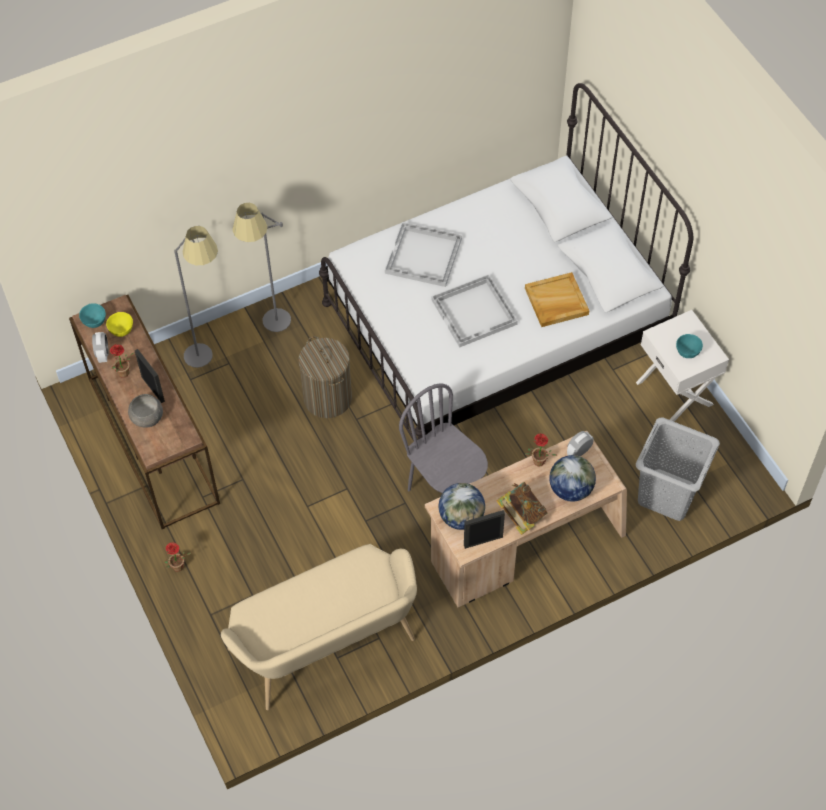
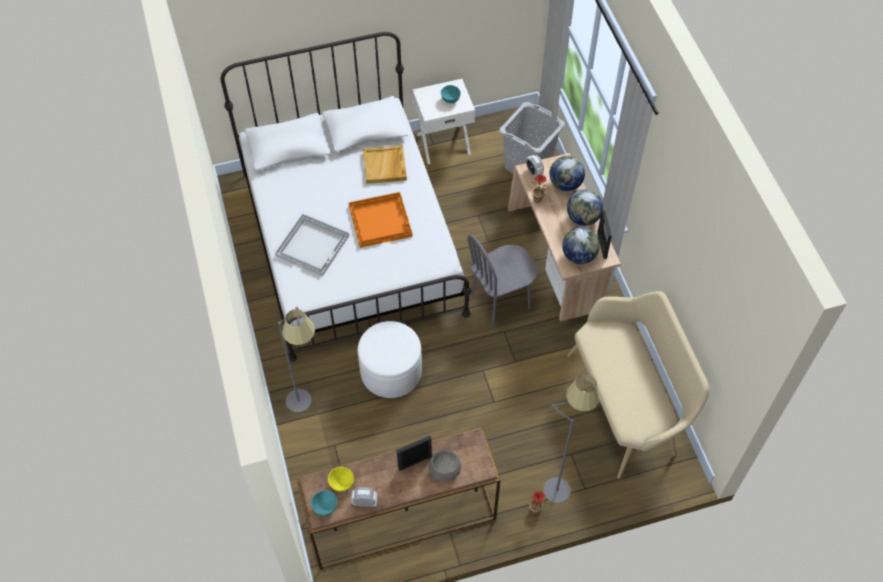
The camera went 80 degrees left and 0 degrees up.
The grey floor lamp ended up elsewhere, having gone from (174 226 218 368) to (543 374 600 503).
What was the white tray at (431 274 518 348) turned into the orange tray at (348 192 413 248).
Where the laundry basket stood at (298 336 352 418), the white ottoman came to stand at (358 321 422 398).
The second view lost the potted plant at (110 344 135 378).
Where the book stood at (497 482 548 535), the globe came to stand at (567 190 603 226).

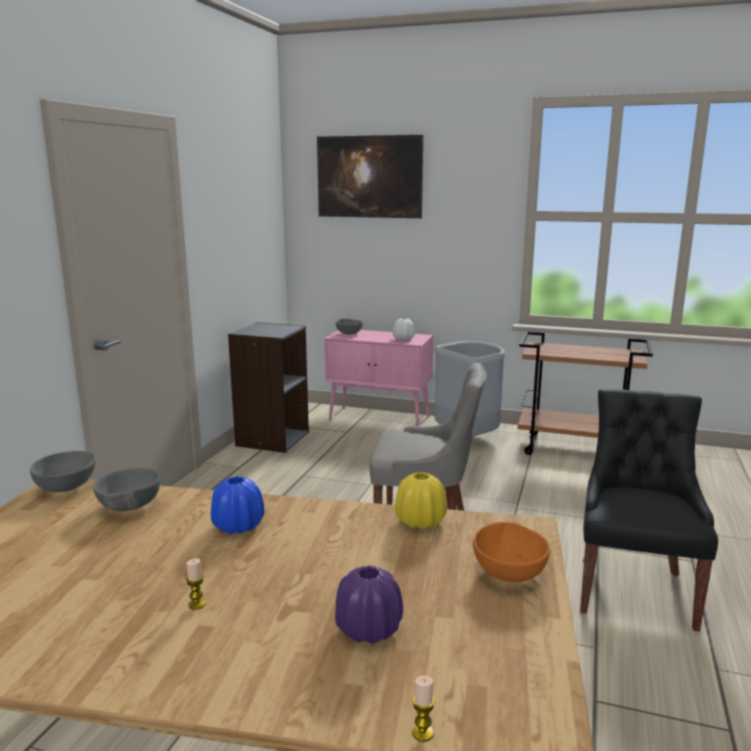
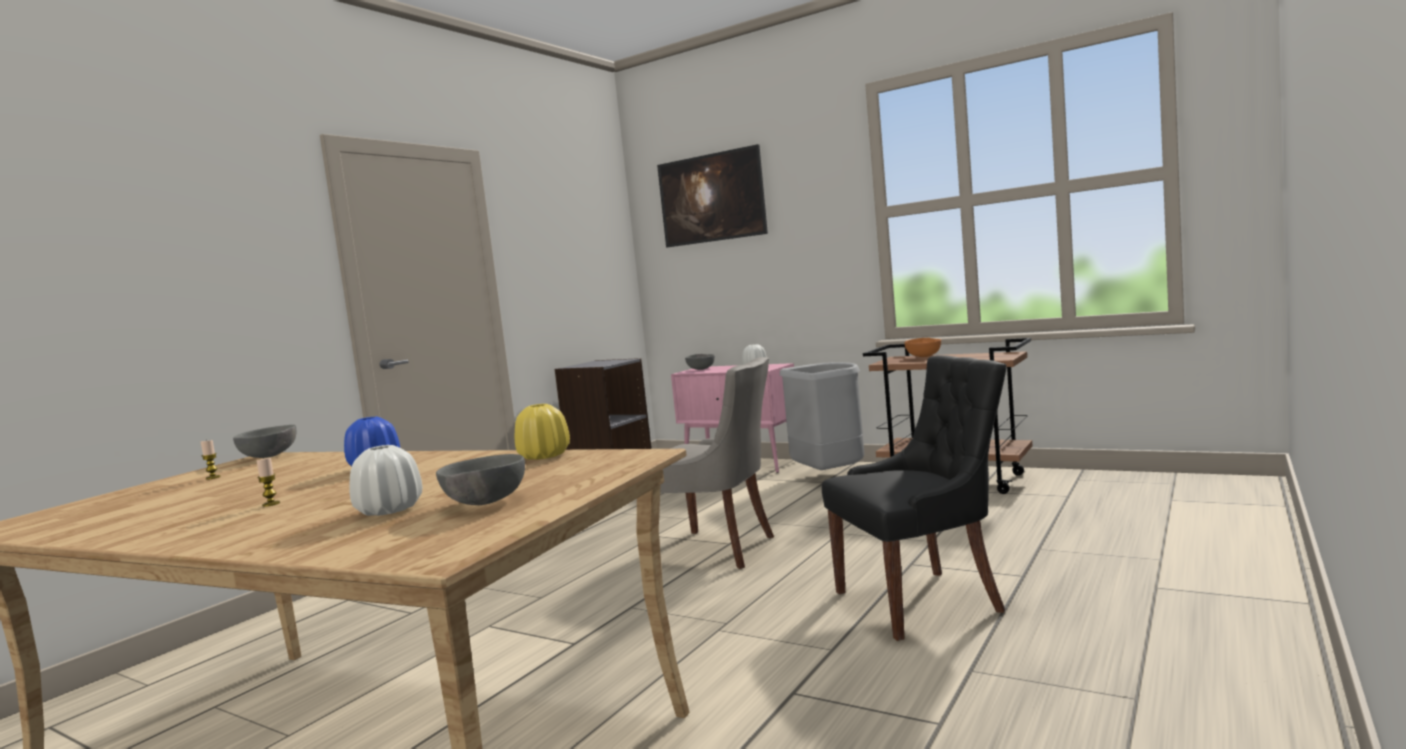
The camera went 15 degrees right and 10 degrees down.
The black chair at (580 389 718 631) ended up facing another way, 45 degrees clockwise from before.
The grey bowl ended up elsewhere, having gone from (93 468 160 511) to (436 454 525 505).
The orange bowl ended up elsewhere, having gone from (473 522 550 582) to (905 338 941 357).
What was the purple vase at (335 566 403 644) turned into the white vase at (349 445 422 516).
The candle ended up elsewhere, having gone from (412 675 435 742) to (201 440 221 480).

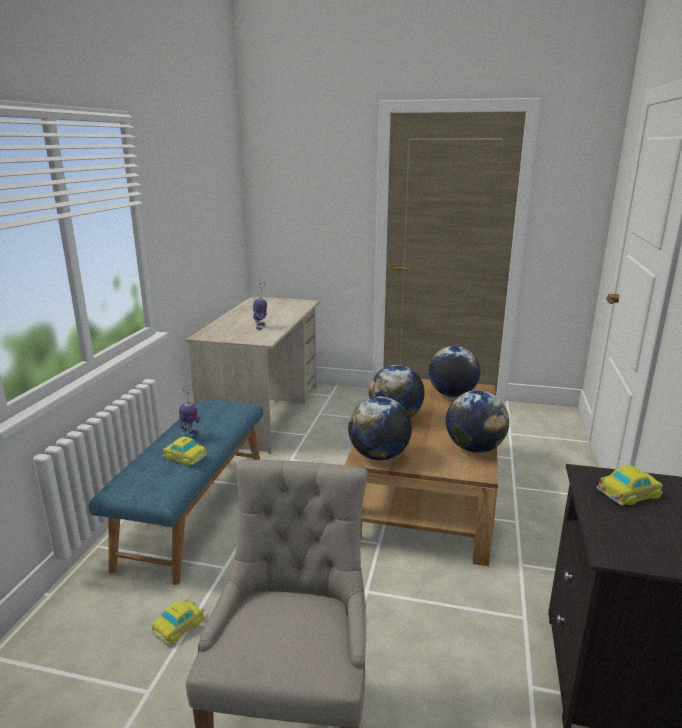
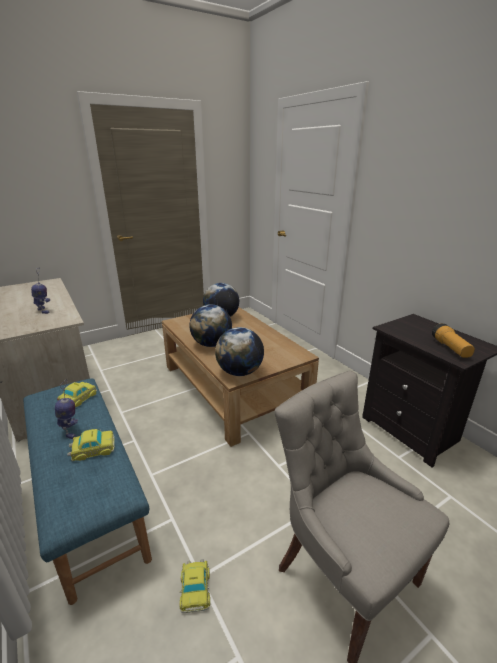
The camera went 45 degrees left and 5 degrees up.
The second view lost the globe at (446 390 509 453).
The toy car ended up elsewhere, having gone from (597 465 663 506) to (57 382 97 407).
The second view gained the flashlight at (432 323 475 358).

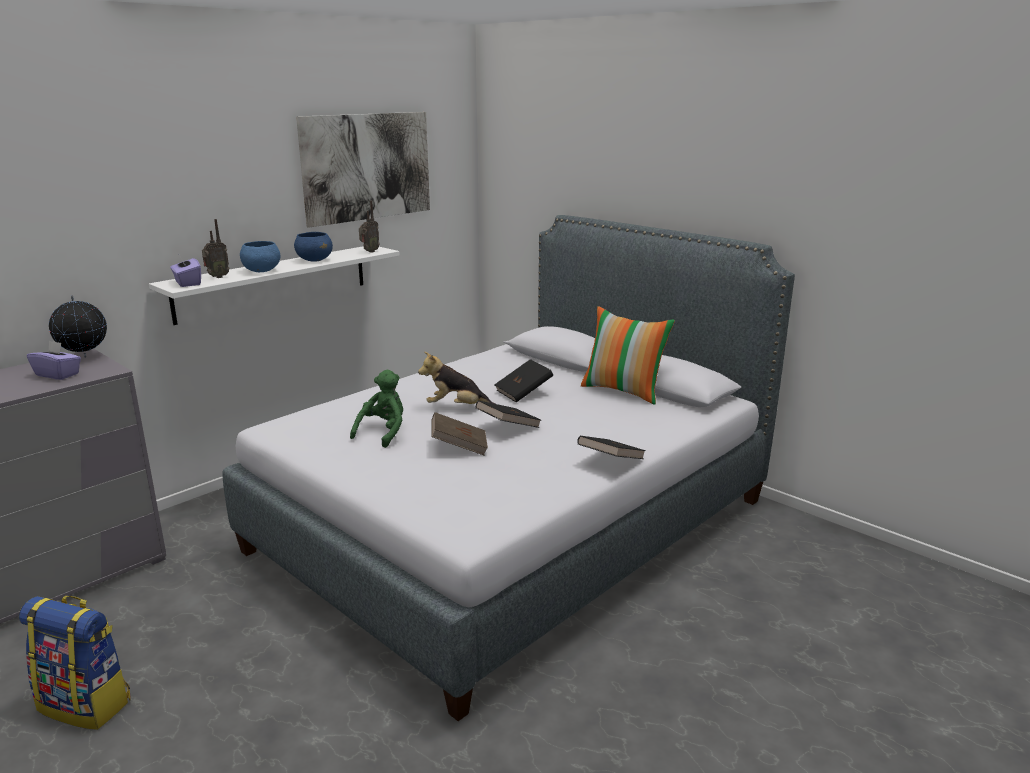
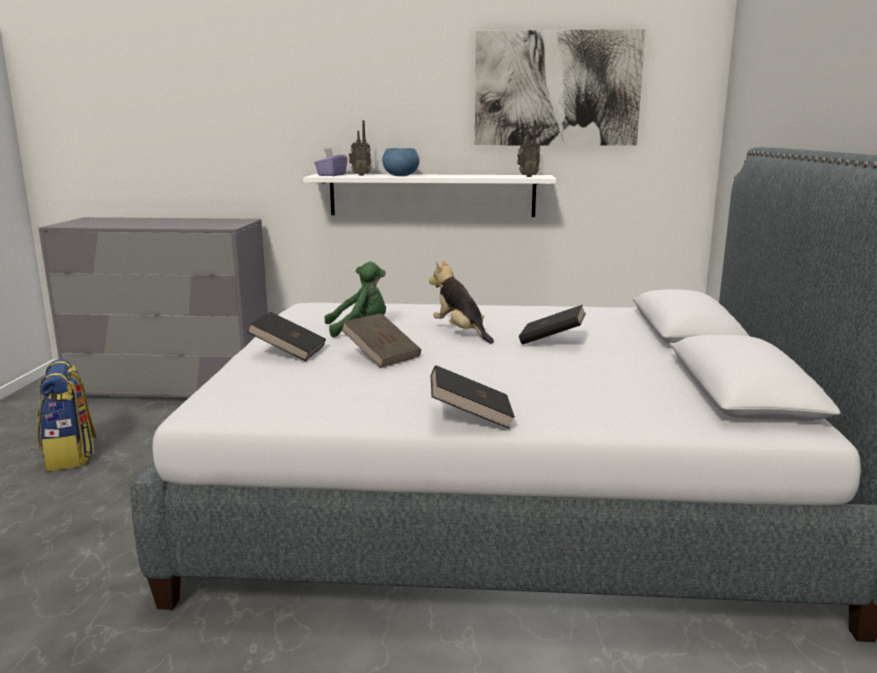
The camera went 50 degrees right and 5 degrees down.
The second view lost the blue bowl at (294 232 333 261).
The second view lost the globe at (49 295 107 357).
The second view lost the pillow at (581 306 675 404).
The second view lost the purple tissue box at (27 340 81 380).
The black book ended up elsewhere, having gone from (476 400 541 428) to (247 312 326 361).

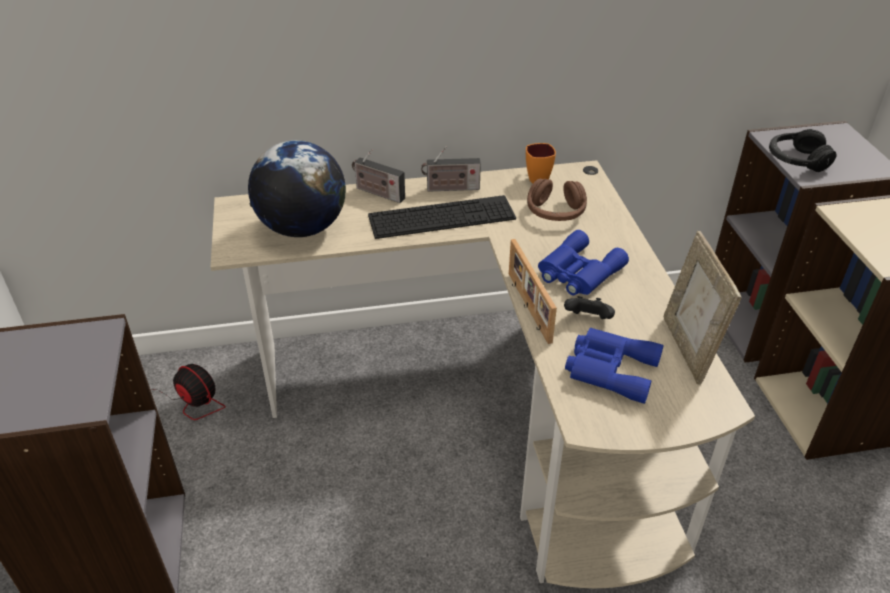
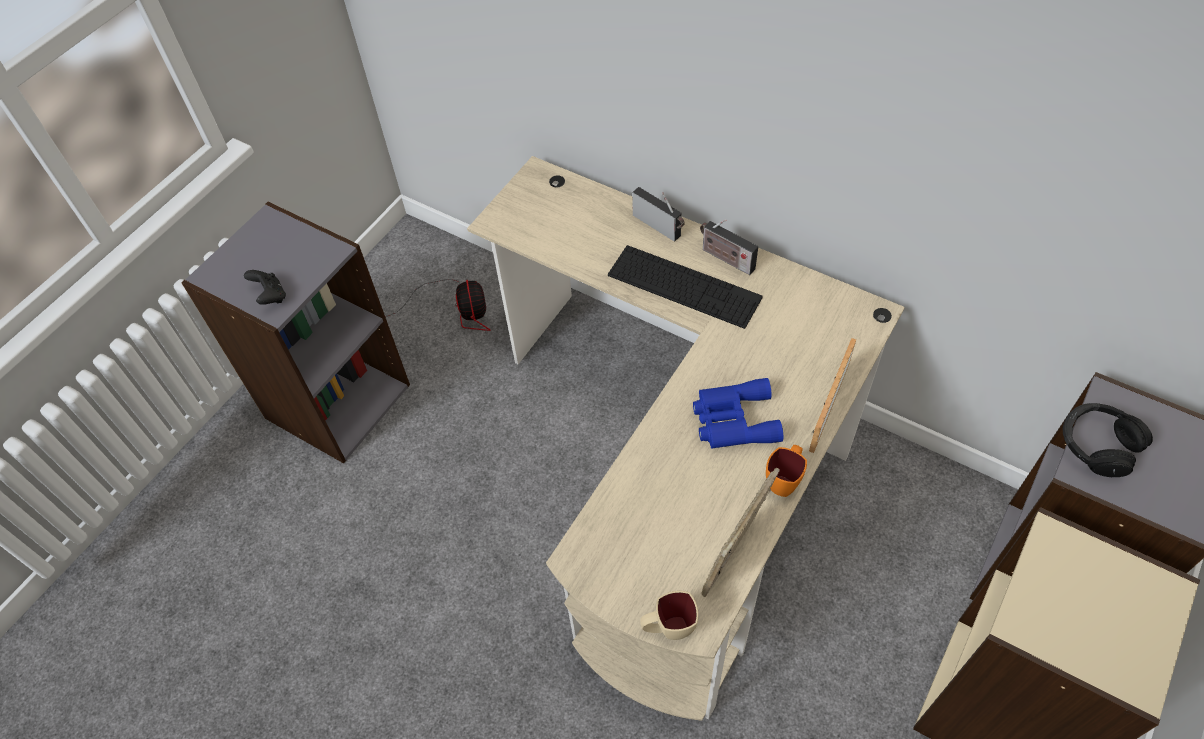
The camera went 45 degrees right and 15 degrees up.
The second view lost the globe at (248 140 346 237).
The orange mug ended up elsewhere, having gone from (526 143 556 184) to (766 445 807 497).
The radio at (352 149 405 203) ended up facing another way, 150 degrees clockwise from before.
The second view lost the brown headphones at (527 179 587 221).
The picture frame ended up elsewhere, having gone from (509 239 557 344) to (809 338 856 453).
The black game controller ended up elsewhere, having gone from (564 296 615 319) to (244 270 286 305).
The second view lost the blue binoculars at (565 328 664 404).
The second view gained the beige mug at (640 591 698 640).

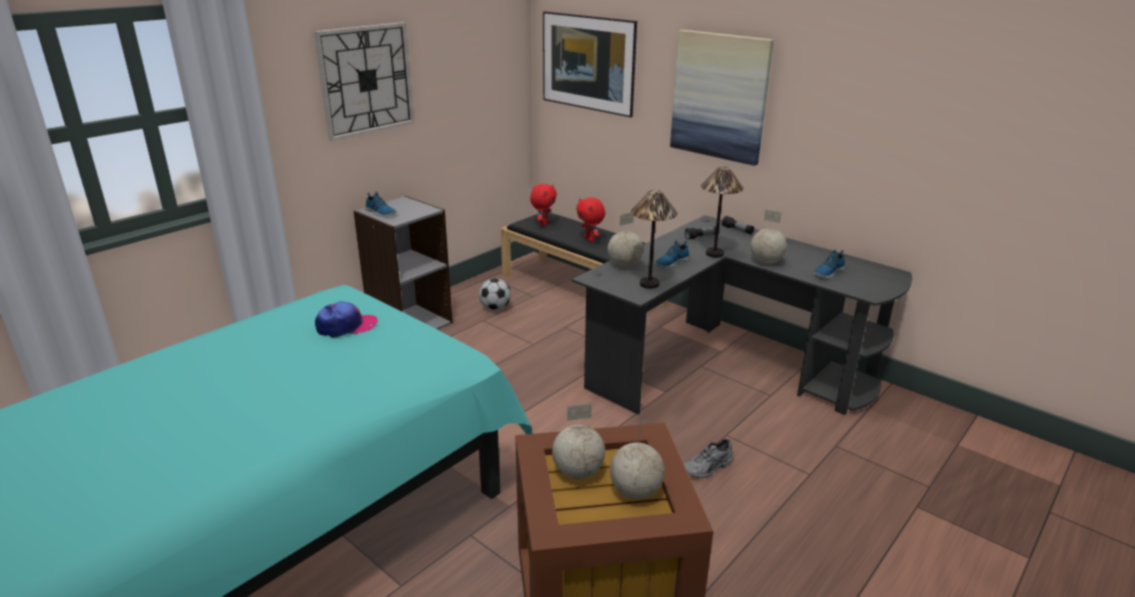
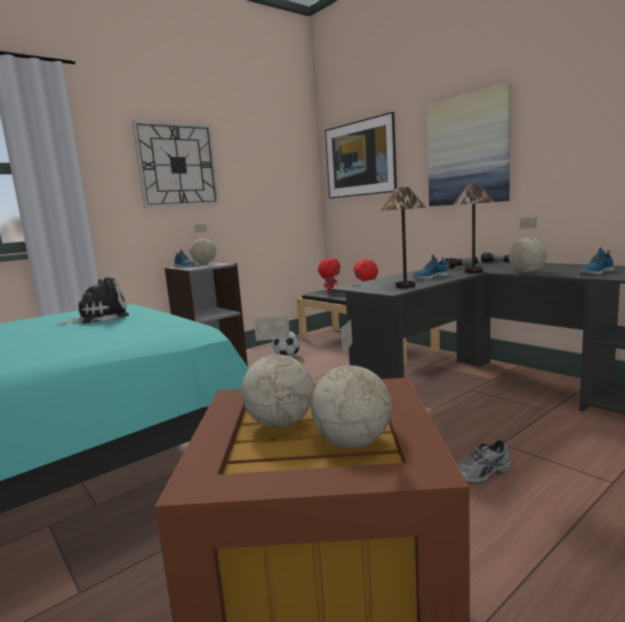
The camera went 10 degrees right and 15 degrees down.
The globe ended up elsewhere, having gone from (608 213 643 267) to (190 224 216 264).
Where the cap stood at (315 301 378 338), the plush toy came to stand at (58 277 129 326).

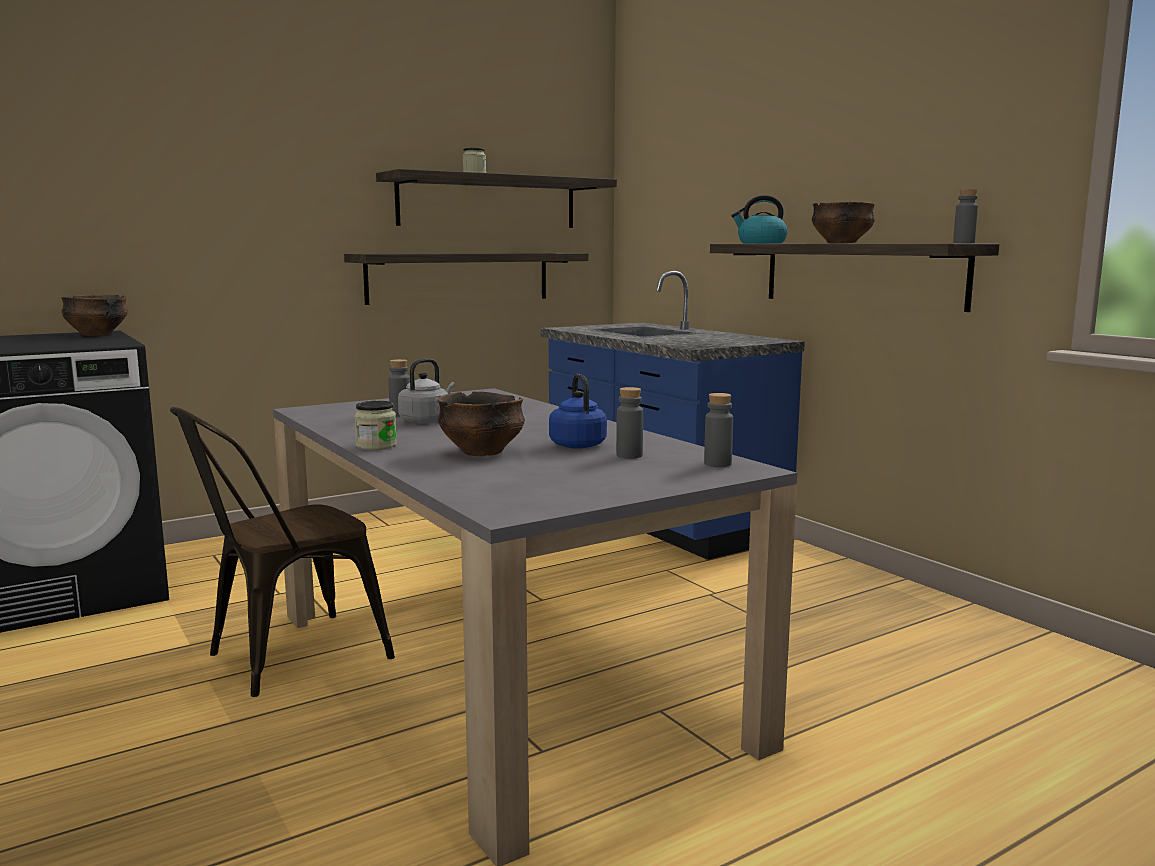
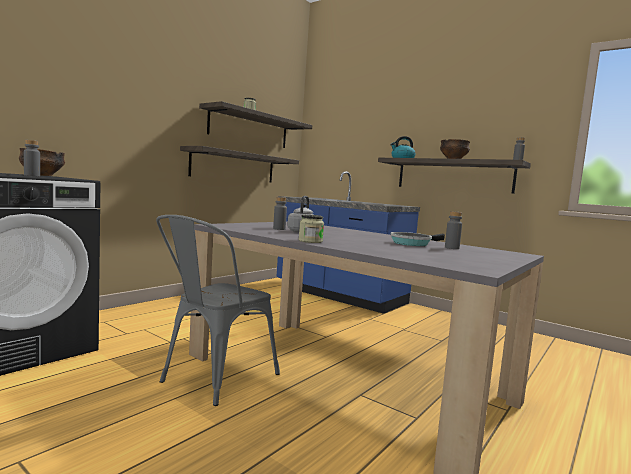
The camera went 20 degrees left and 5 degrees down.
Where the blue kettle stood at (549 374 607 449), the frying pan came to stand at (390 232 445 246).
The second view lost the bowl at (438 392 525 456).
The grey bottle ended up elsewhere, having gone from (704 393 733 467) to (24 140 40 177).
What was the brown chair at (170 407 395 697) turned into the grey chair at (156 215 280 406).

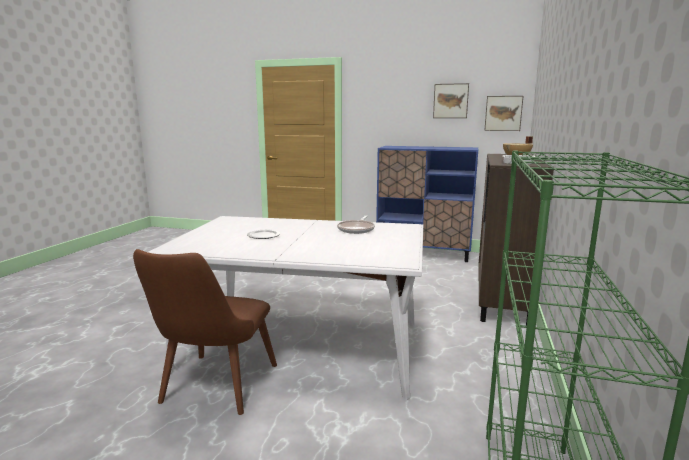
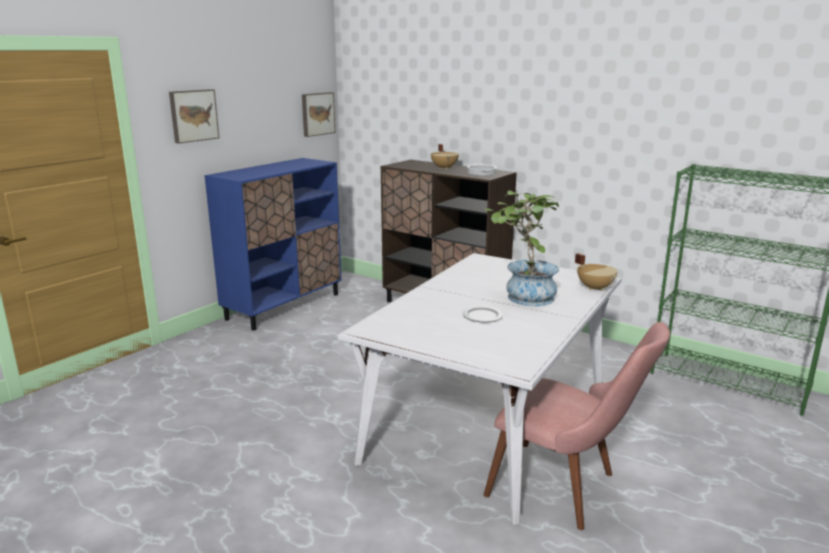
The camera went 70 degrees left and 5 degrees up.
The picture ended up elsewhere, having gone from (433 83 469 118) to (169 89 219 144).
The second view lost the frying pan at (337 216 375 234).
What was the brown chair at (133 249 277 415) turned into the pink chair at (484 322 670 530).
The second view gained the potted plant at (484 191 559 306).
The second view gained the beige cooking pot at (575 253 617 291).

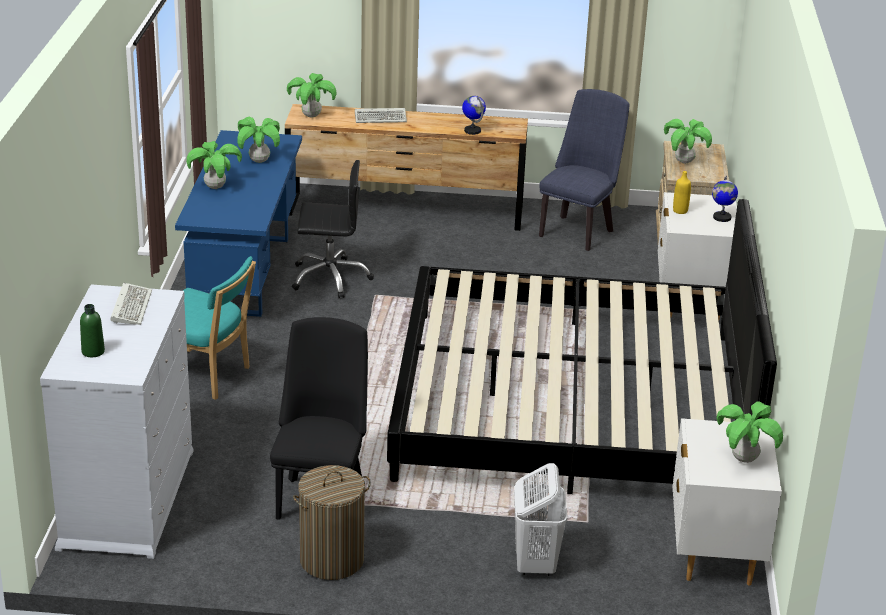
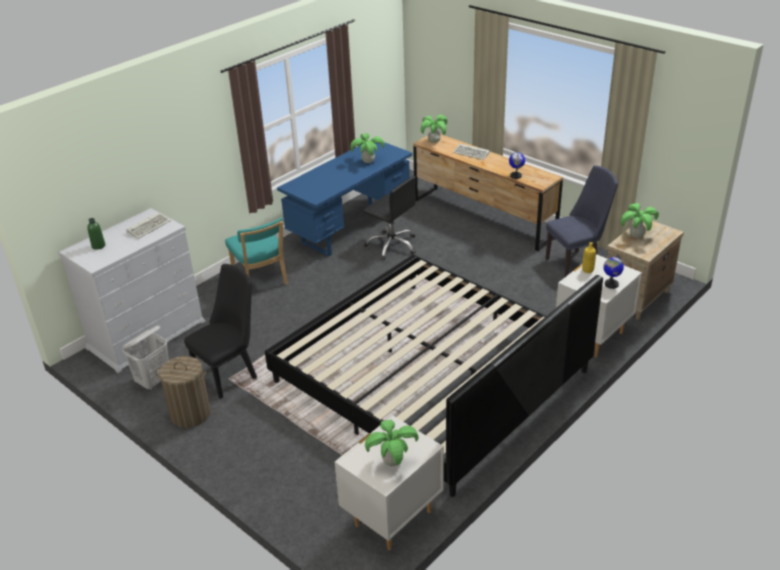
The camera went 40 degrees right and 5 degrees up.
The second view lost the potted plant at (186 141 242 189).
The white laundry basket ended up elsewhere, having gone from (514 463 568 576) to (122 326 169 390).

